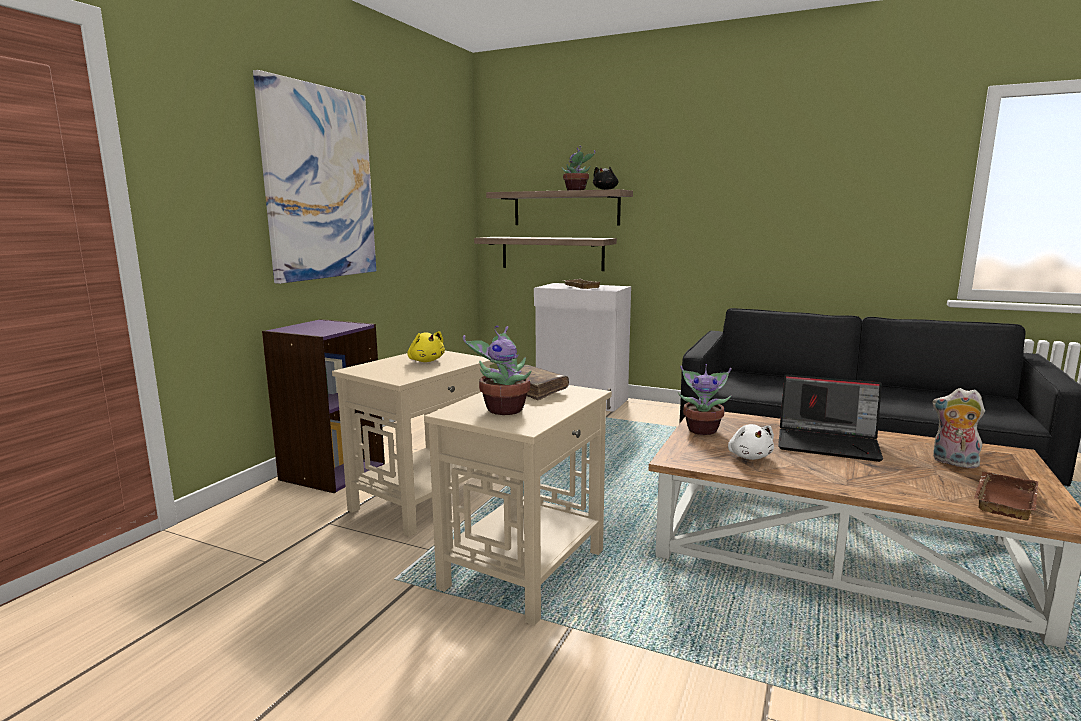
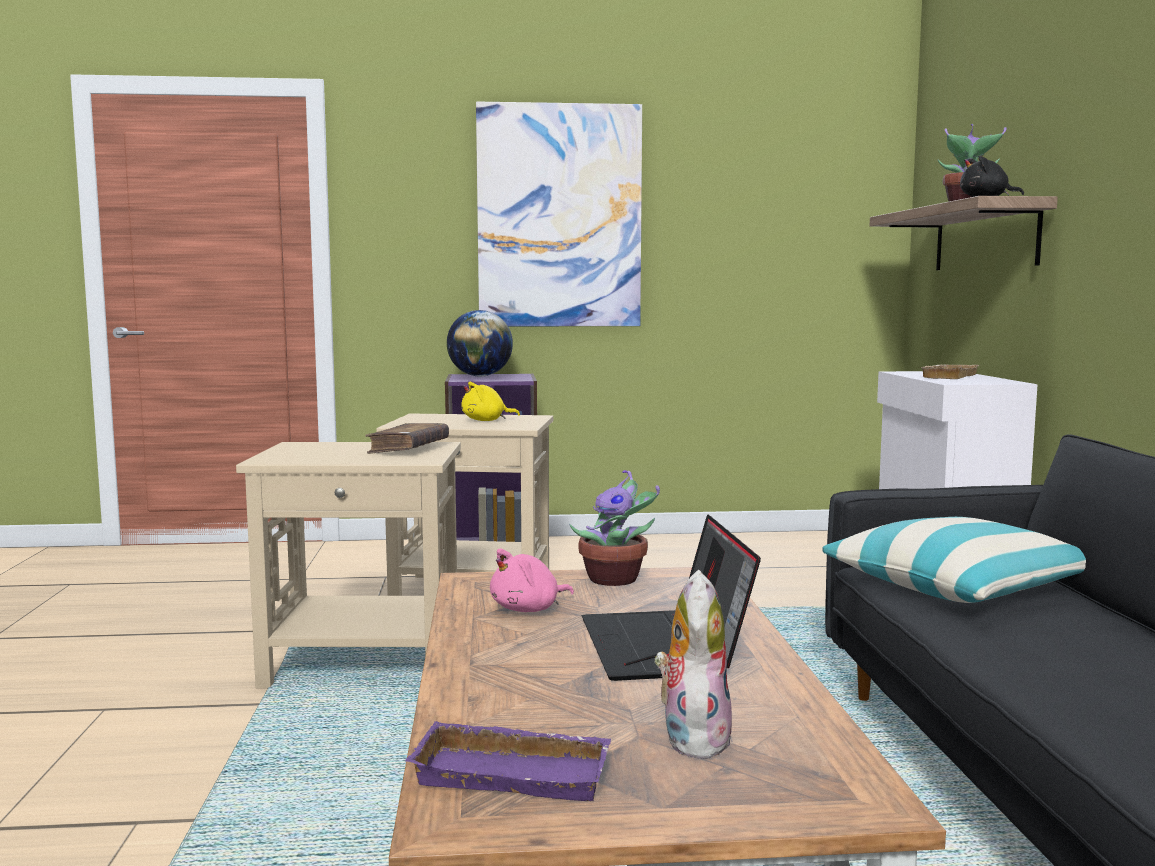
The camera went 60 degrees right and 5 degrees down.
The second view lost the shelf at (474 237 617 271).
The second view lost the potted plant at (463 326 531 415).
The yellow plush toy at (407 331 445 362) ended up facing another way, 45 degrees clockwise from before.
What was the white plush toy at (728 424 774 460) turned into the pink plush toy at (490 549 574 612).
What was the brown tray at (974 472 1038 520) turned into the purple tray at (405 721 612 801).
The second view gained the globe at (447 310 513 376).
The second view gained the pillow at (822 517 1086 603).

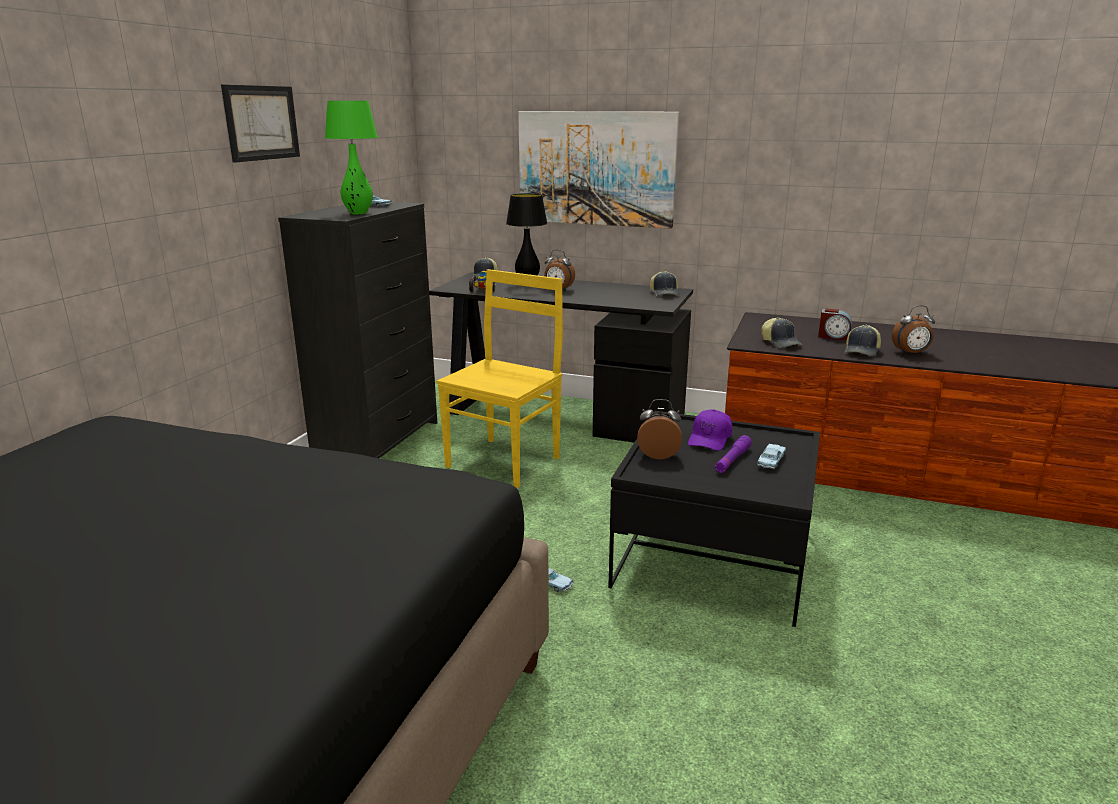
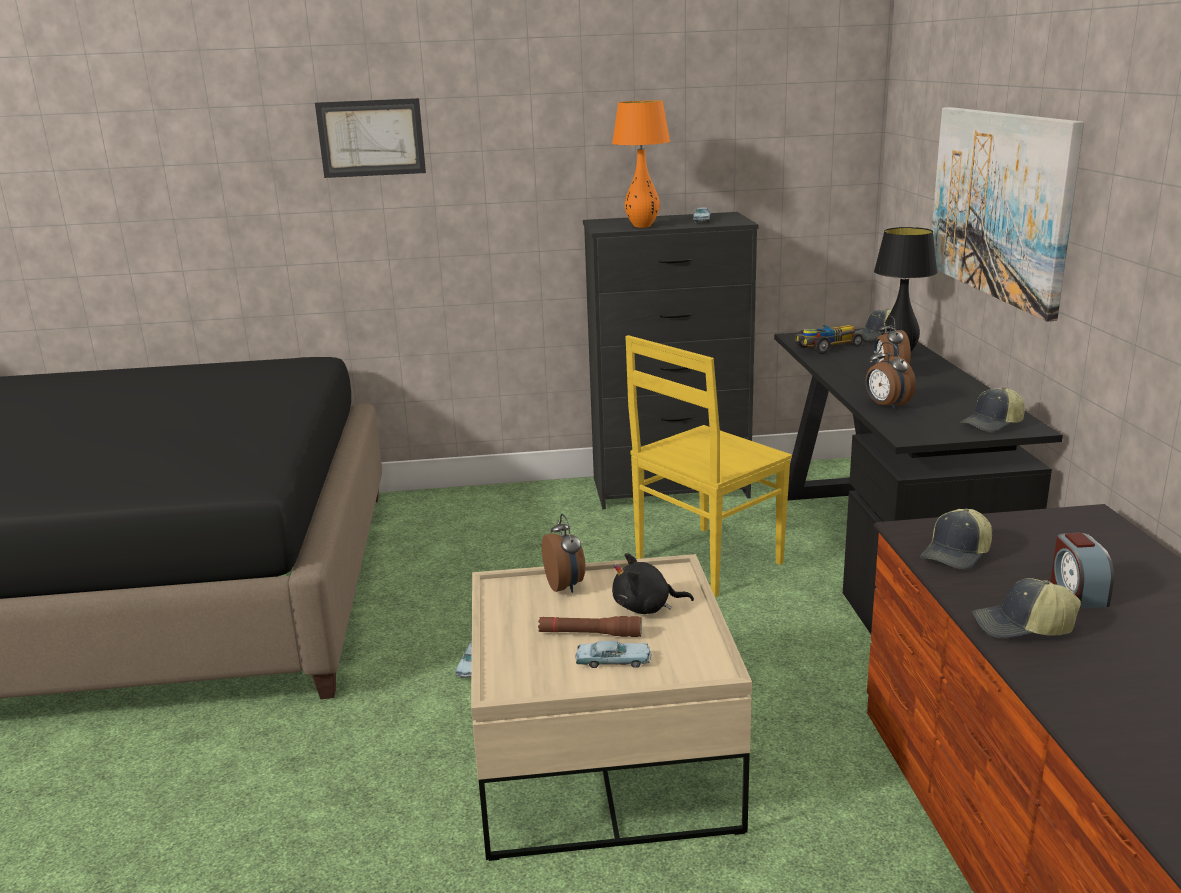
The camera went 65 degrees right and 0 degrees up.
The picture ended up elsewhere, having gone from (221 84 300 163) to (315 98 426 178).
What was the green table lamp at (325 101 378 215) turned into the orange table lamp at (612 100 670 228).
The yellow chair at (437 269 563 488) ended up facing another way, 135 degrees clockwise from before.
The alarm clock ended up elsewhere, having gone from (892 305 935 354) to (865 342 916 410).
Where the purple cap stood at (688 409 732 451), the black plush toy came to stand at (612 553 694 614).
What was the black coffee table at (608 411 820 627) turned into the beige coffee table at (471 554 752 861).
What was the purple flashlight at (715 435 752 473) turned into the brown flashlight at (538 616 642 637).

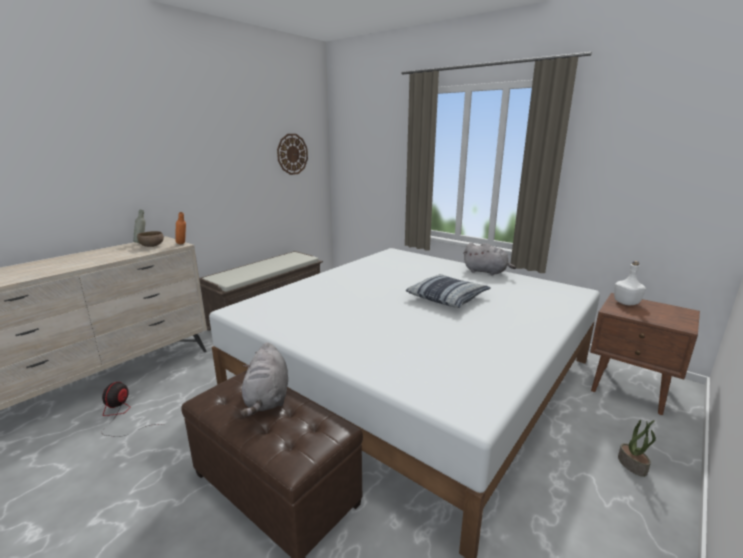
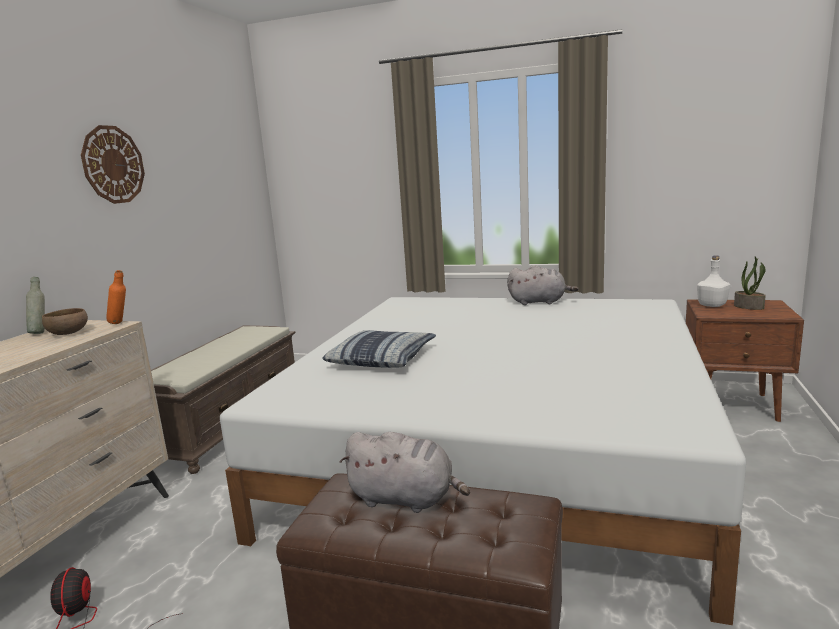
The camera went 20 degrees left and 5 degrees down.
The wall clock ended up elsewhere, having gone from (277 134 308 175) to (81 125 145 204).
The pillow ended up elsewhere, having gone from (406 274 491 308) to (322 330 436 368).
The grey plush toy at (241 342 288 417) ended up facing another way, 45 degrees counterclockwise from before.
The potted plant ended up elsewhere, having gone from (618 420 656 477) to (734 256 766 310).

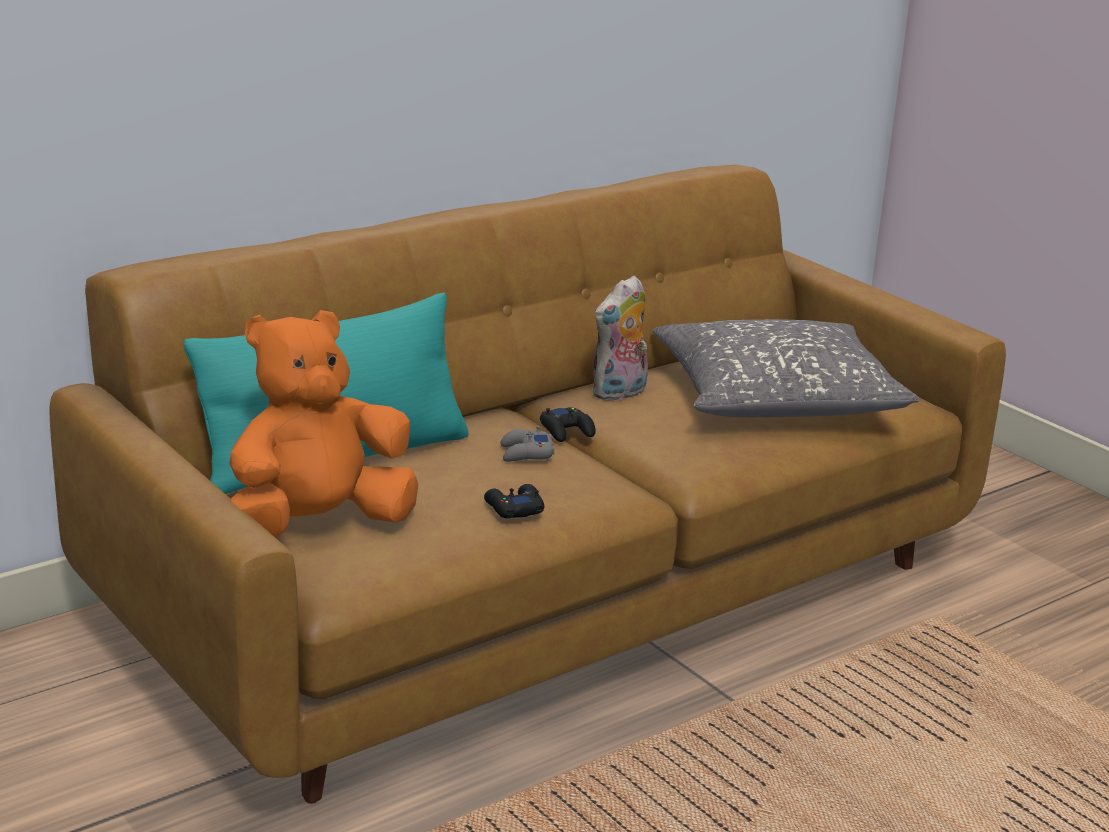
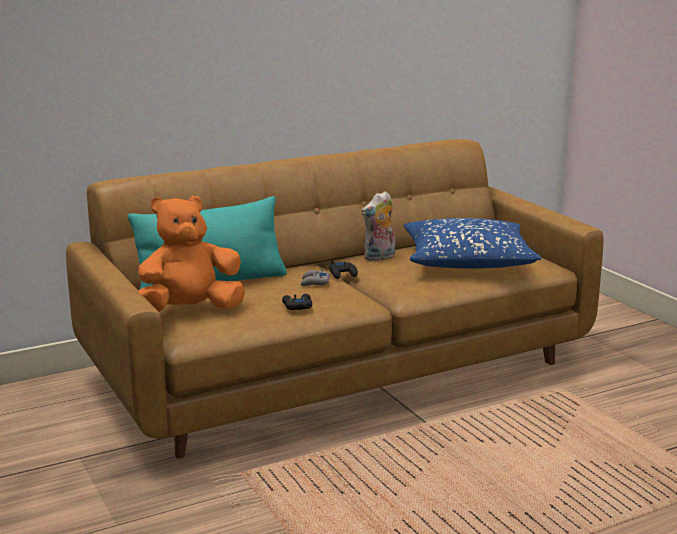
The camera went 10 degrees right and 5 degrees down.
What was the grey pillow at (653 319 920 417) turned into the blue pillow at (403 218 541 268).

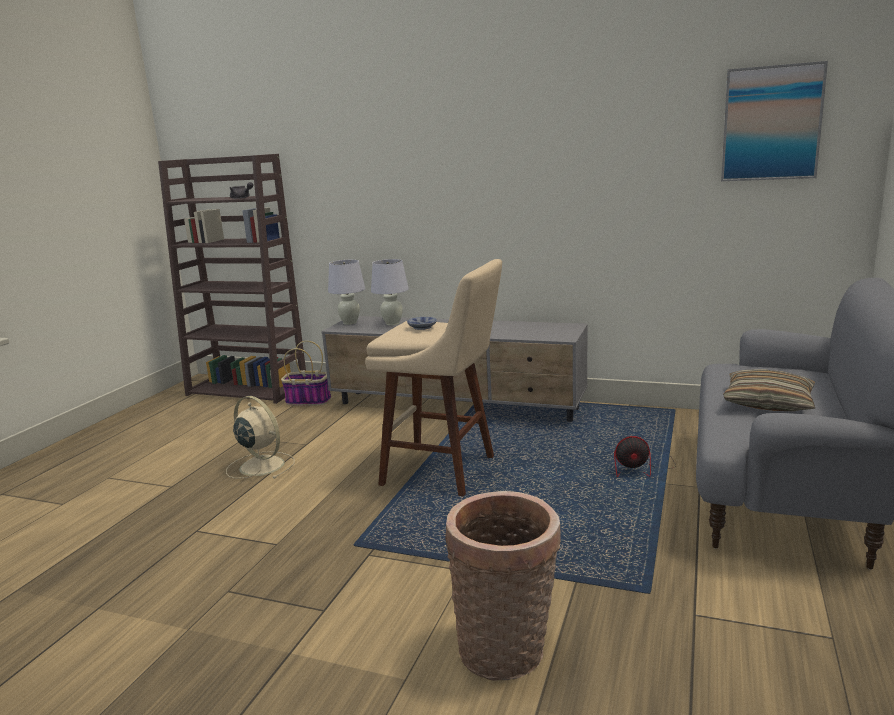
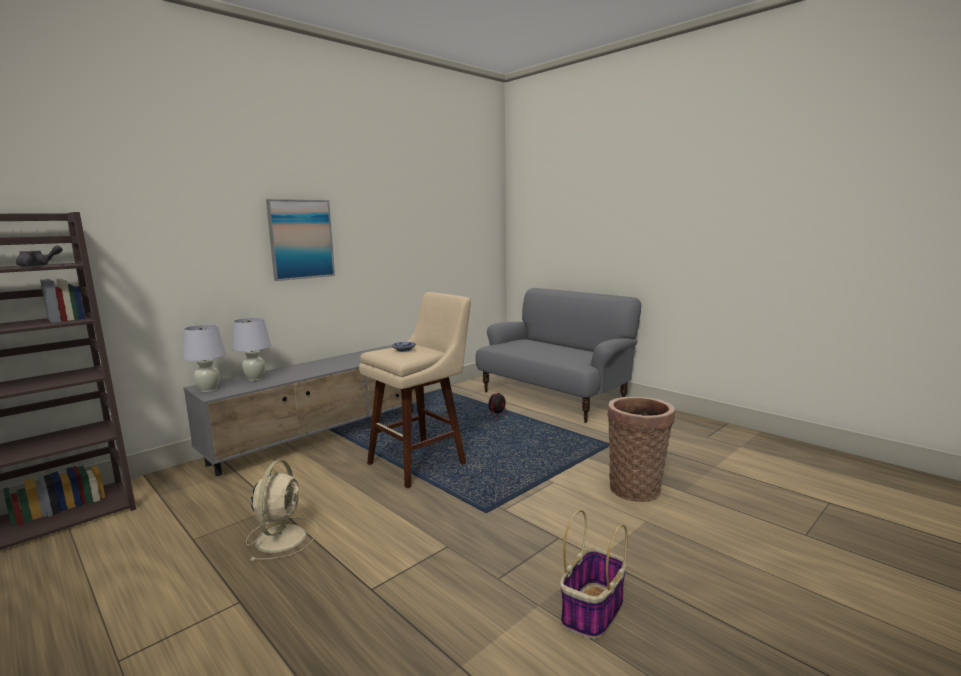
The camera went 65 degrees left and 5 degrees down.
The picture ended up elsewhere, having gone from (721 61 828 181) to (266 199 335 281).
The basket ended up elsewhere, having gone from (281 341 331 406) to (560 510 628 639).
The second view lost the pillow at (723 369 815 411).
The beige fan at (226 396 295 479) ended up facing another way, 120 degrees clockwise from before.

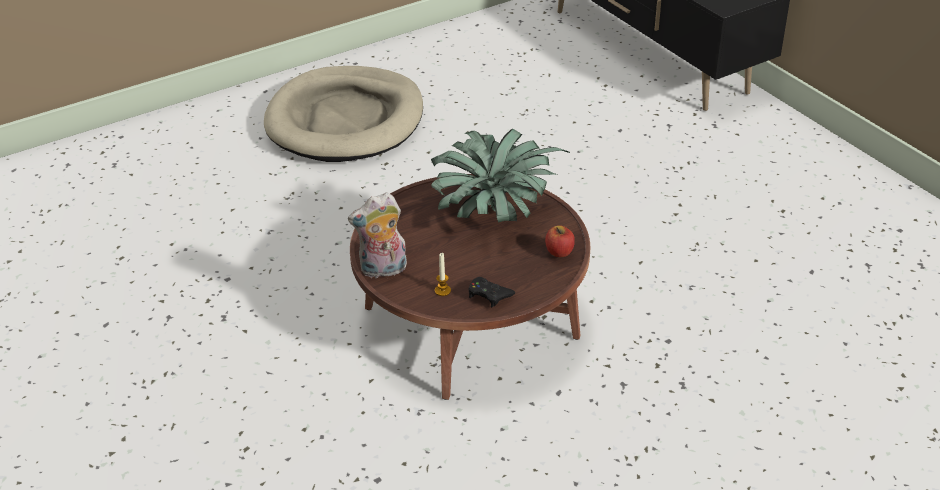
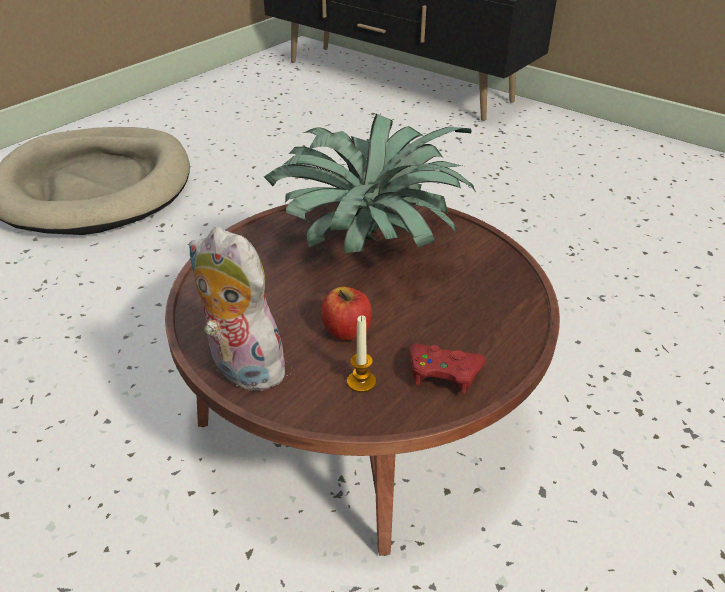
The camera went 20 degrees left and 0 degrees up.
The plush toy at (348 192 407 279) ended up facing another way, 75 degrees clockwise from before.
The apple ended up elsewhere, having gone from (545 225 575 257) to (321 286 372 341).
What was the black game controller at (469 277 515 307) turned into the red game controller at (410 344 486 394).

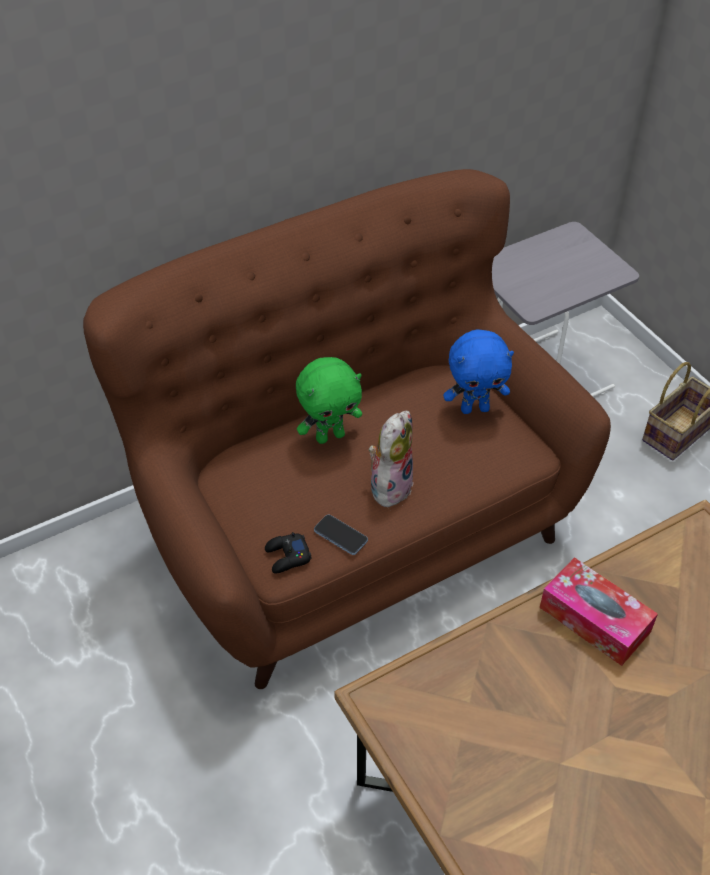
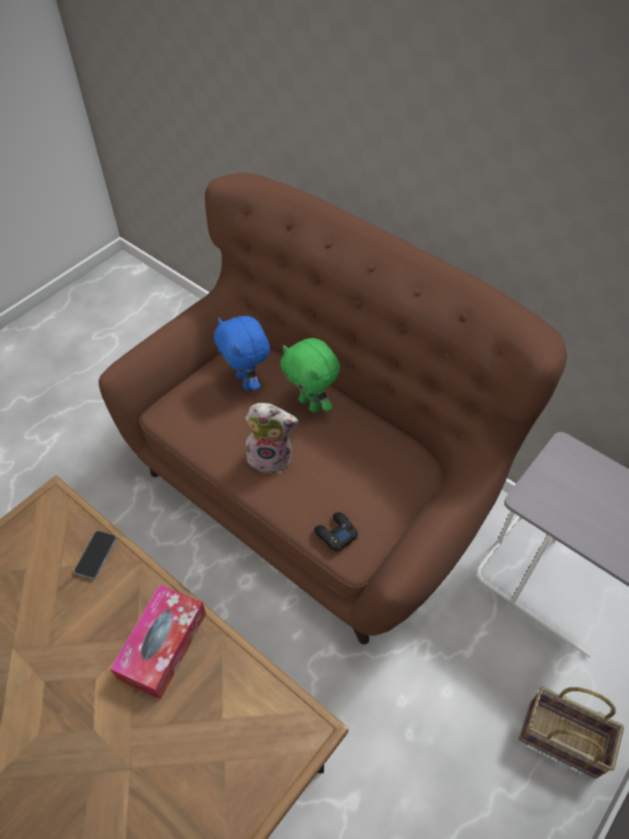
The camera went 70 degrees right and 5 degrees up.
The blue plush toy ended up elsewhere, having gone from (443 330 514 414) to (214 316 270 390).
The phone ended up elsewhere, having gone from (314 515 368 555) to (74 531 116 579).
The black game controller ended up elsewhere, having gone from (265 532 312 574) to (314 512 358 551).

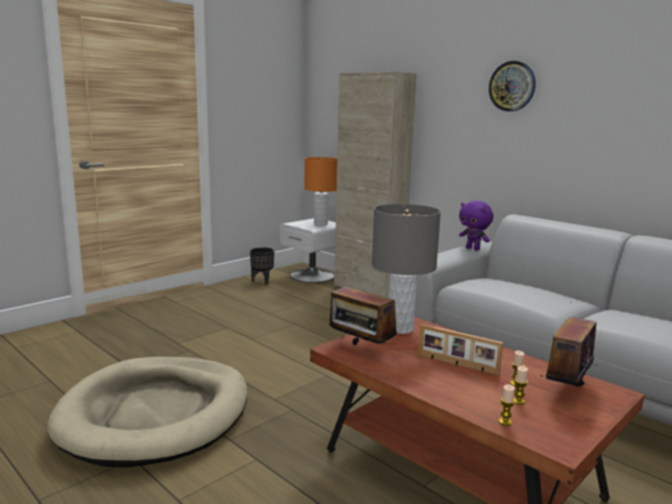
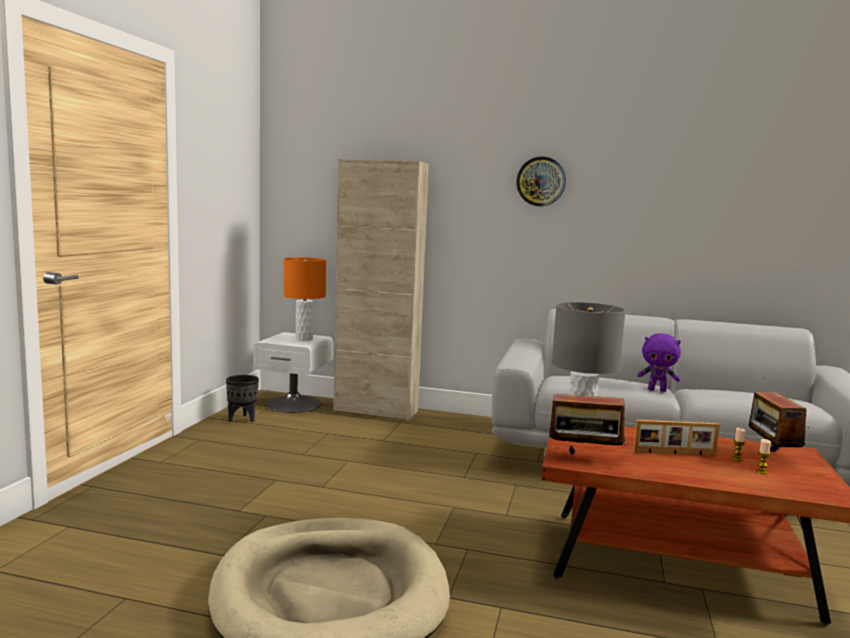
The camera went 30 degrees left and 5 degrees down.
The purple plush toy ended up elsewhere, having gone from (459 201 493 251) to (637 333 681 392).
The second view lost the candle at (499 384 515 426).

